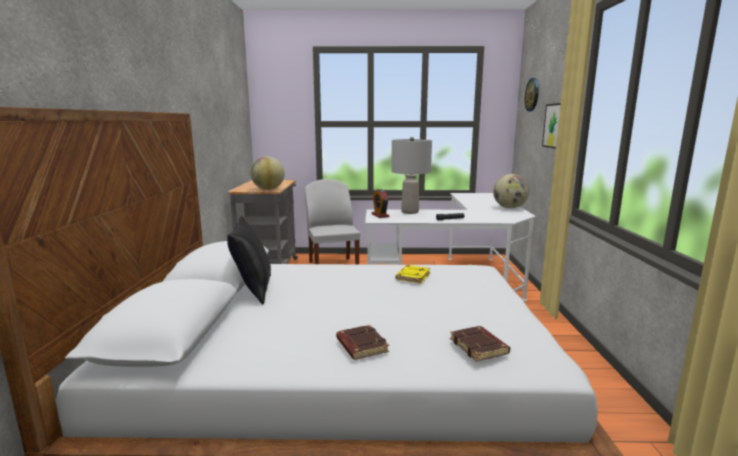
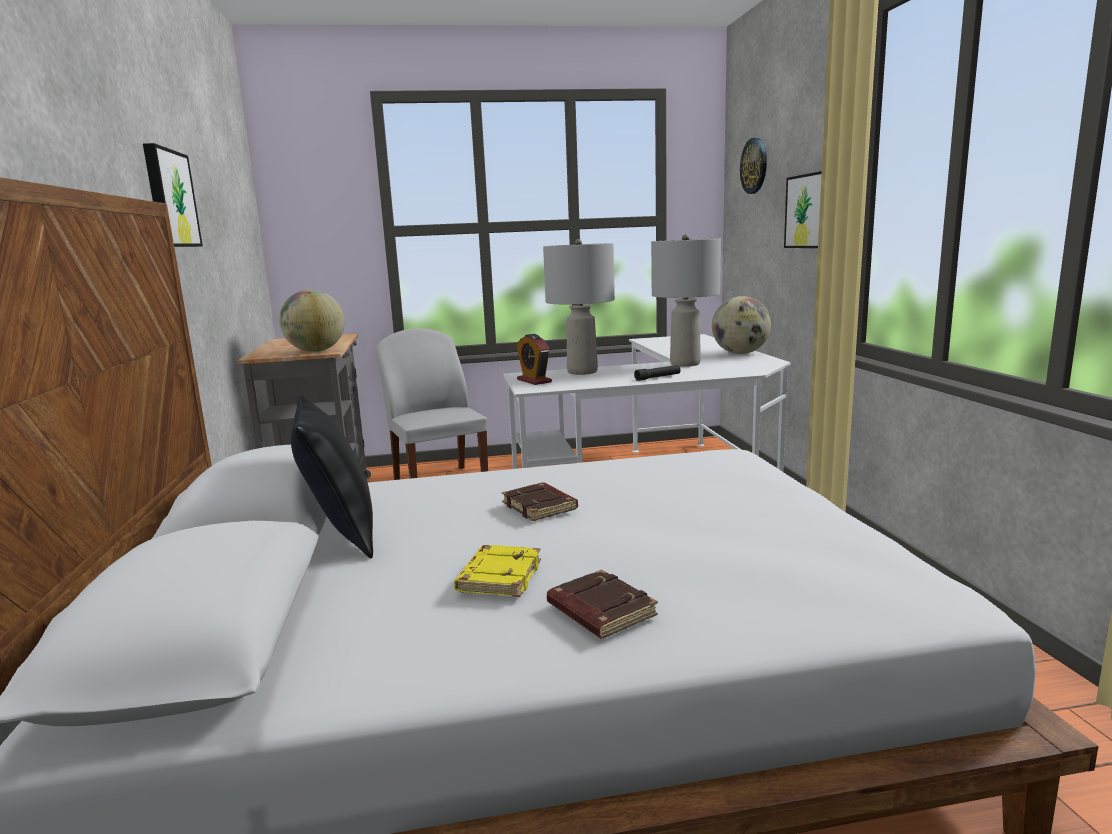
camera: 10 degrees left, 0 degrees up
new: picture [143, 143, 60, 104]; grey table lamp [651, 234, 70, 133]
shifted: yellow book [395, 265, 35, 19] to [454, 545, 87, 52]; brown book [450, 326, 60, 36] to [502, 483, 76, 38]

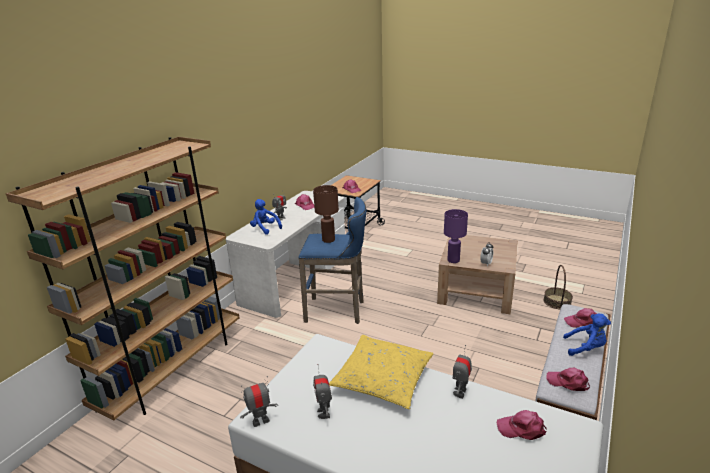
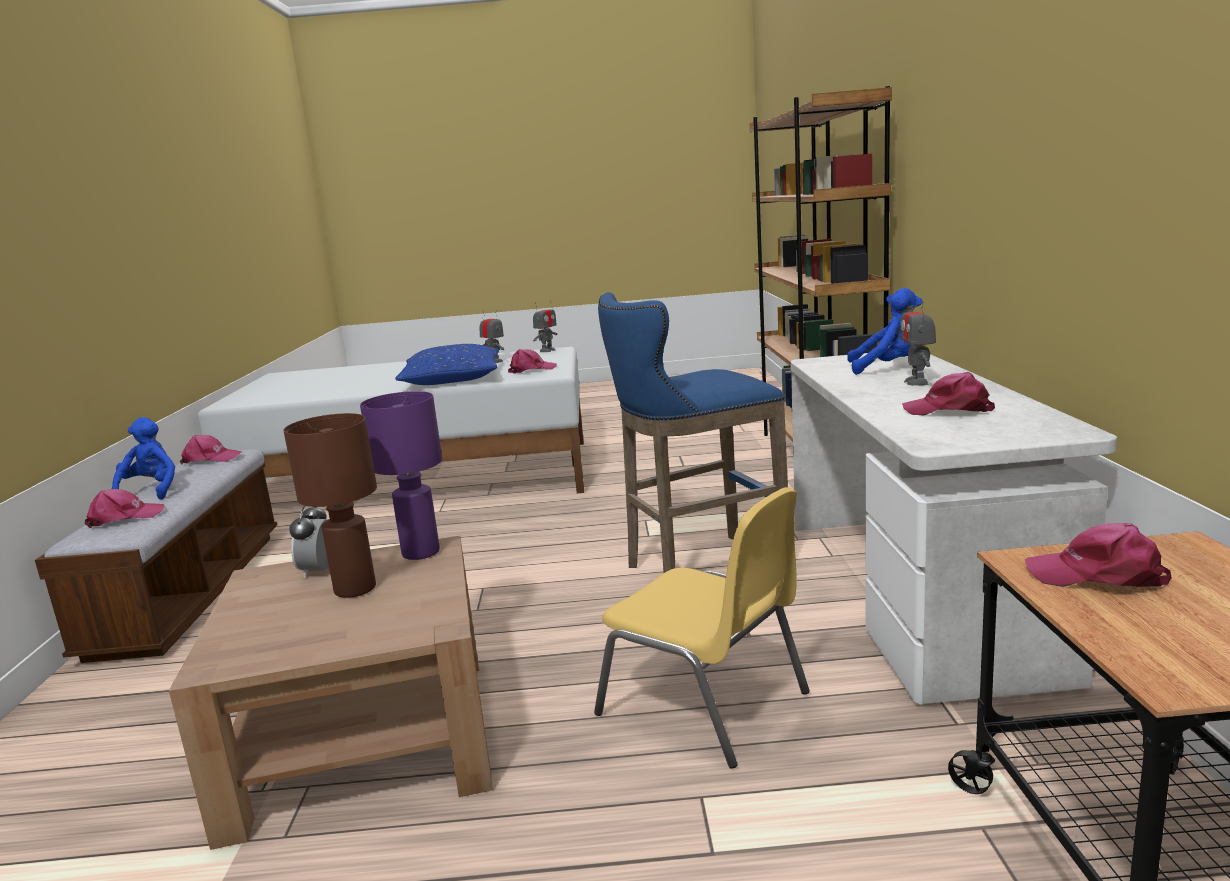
camera: 150 degrees right, 10 degrees down
gone: toy robot [453, 345, 19, 54]; basket [544, 265, 29, 44]
new: yellow chair [594, 487, 216, 282]
shifted: brown table lamp [313, 185, 26, 58] to [283, 413, 94, 185]; pink cap [496, 410, 51, 30] to [508, 349, 49, 25]
repainted: yellow pillow [329, 335, 104, 74] to blue pillow [395, 344, 104, 41]
rotated: blue plush toy [563, 314, 48, 42] = [112, 417, 63, 83] 105 degrees clockwise

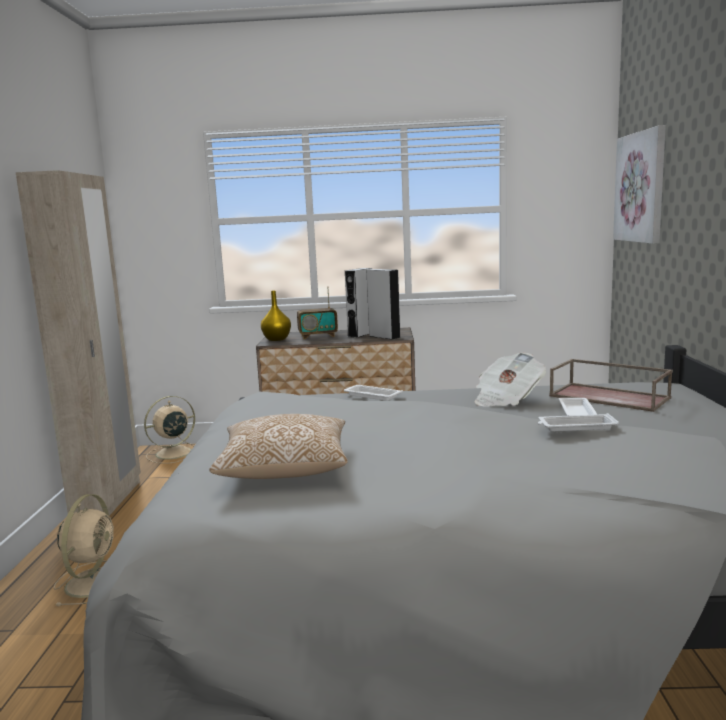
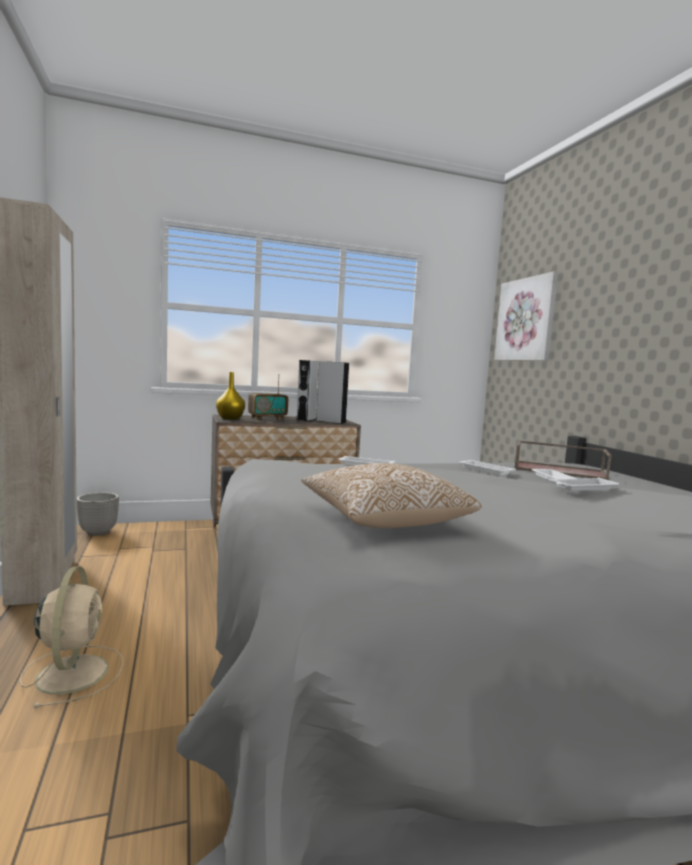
camera: 20 degrees left, 5 degrees down
swapped: beige fan [144, 396, 51, 68] to planter [77, 492, 42, 44]; newspaper [475, 352, 71, 54] to white tray [459, 460, 57, 15]

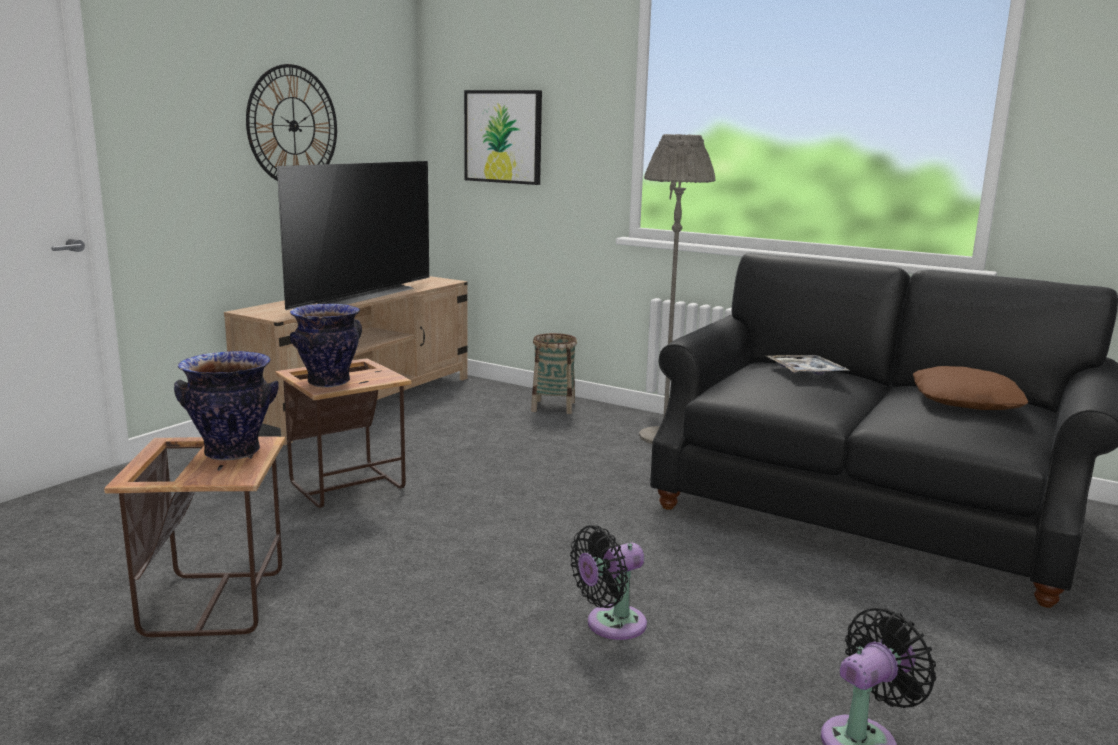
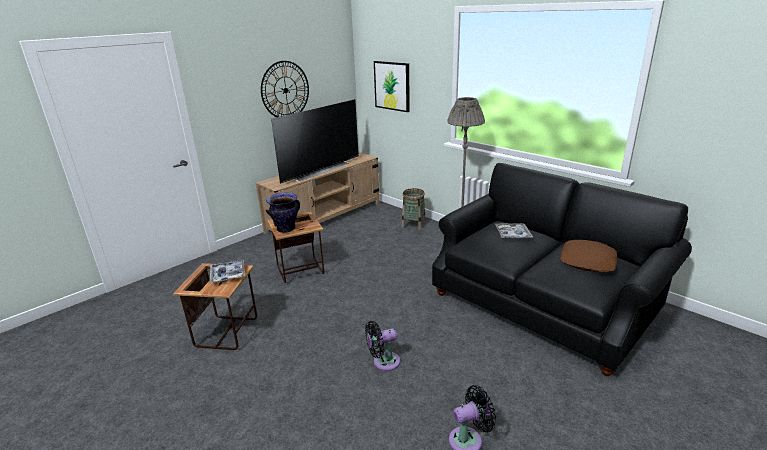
camera: 15 degrees right, 10 degrees up
swapped: vase [174, 351, 105, 109] to tray [210, 259, 35, 24]

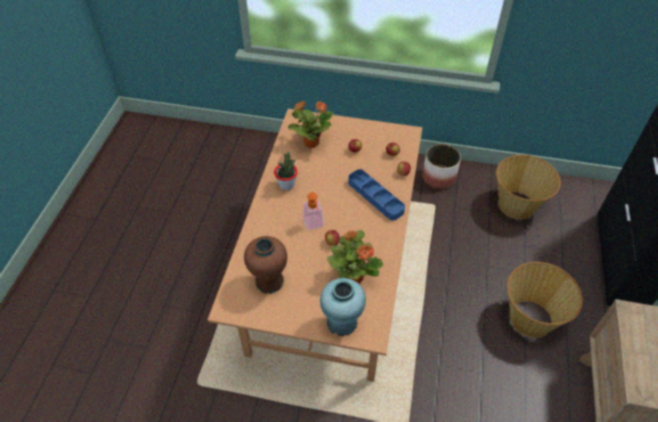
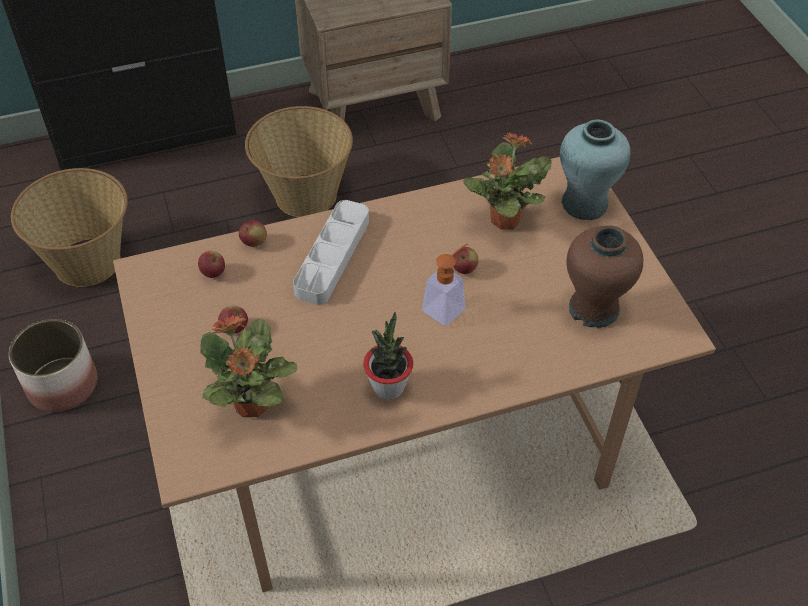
camera: 120 degrees left, 0 degrees up
repainted: blue tray [348, 169, 57, 52] to grey tray [293, 200, 76, 105]

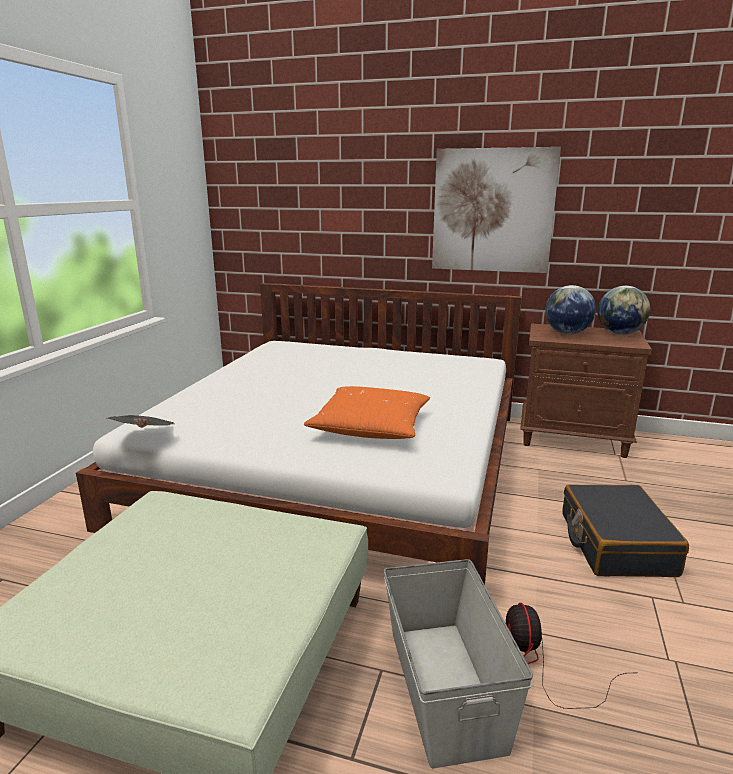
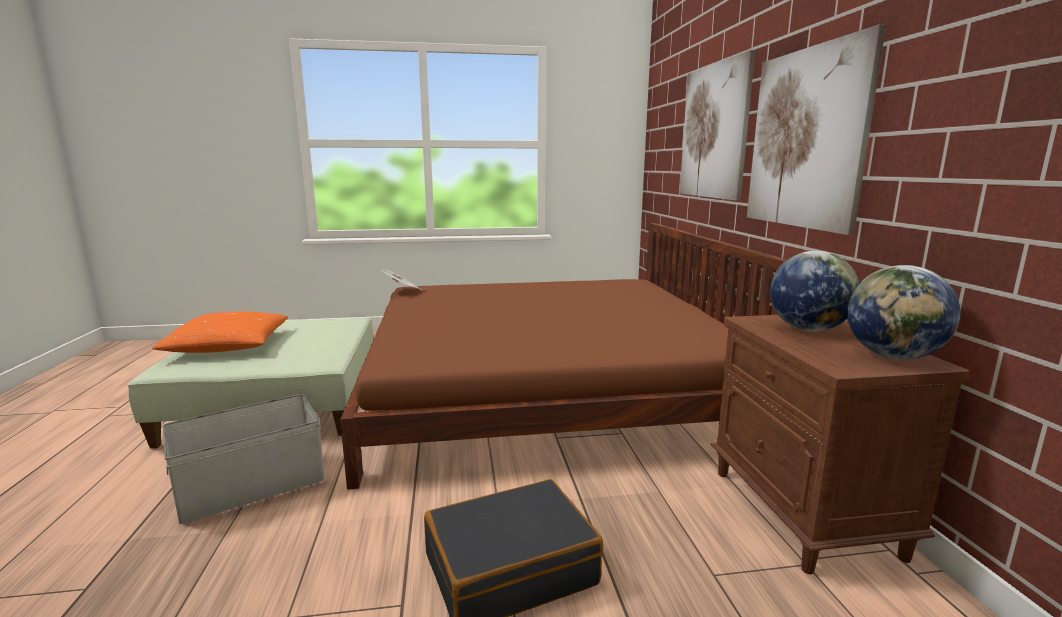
camera: 65 degrees right, 5 degrees down
gone: fan [506, 603, 132, 106]
new: picture [680, 50, 75, 151]
shifted: orange pillow [304, 386, 126, 53] to [152, 311, 136, 42]
repainted: white bed [76, 283, 446, 301] to brown bed [340, 223, 447, 267]

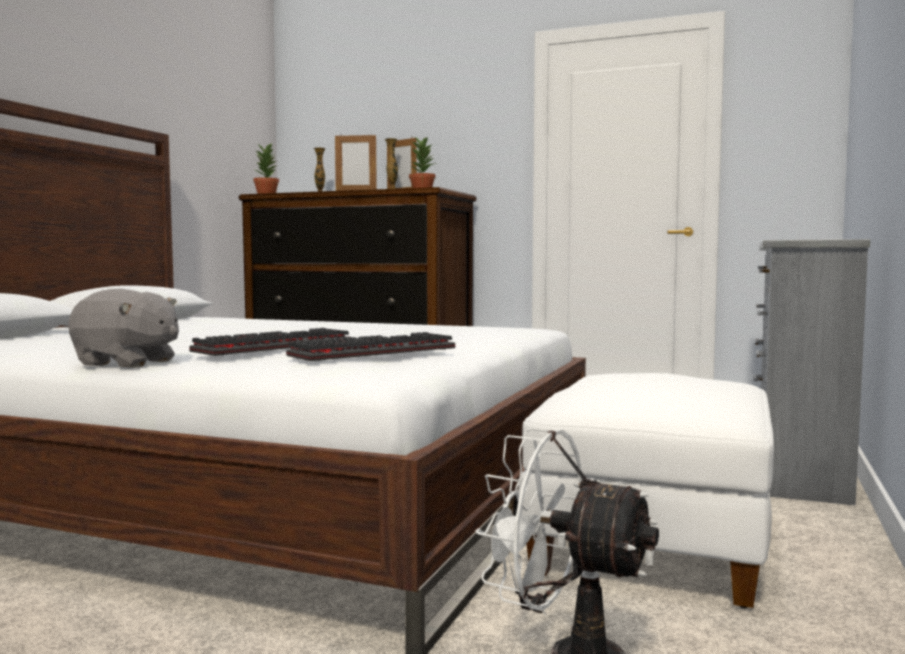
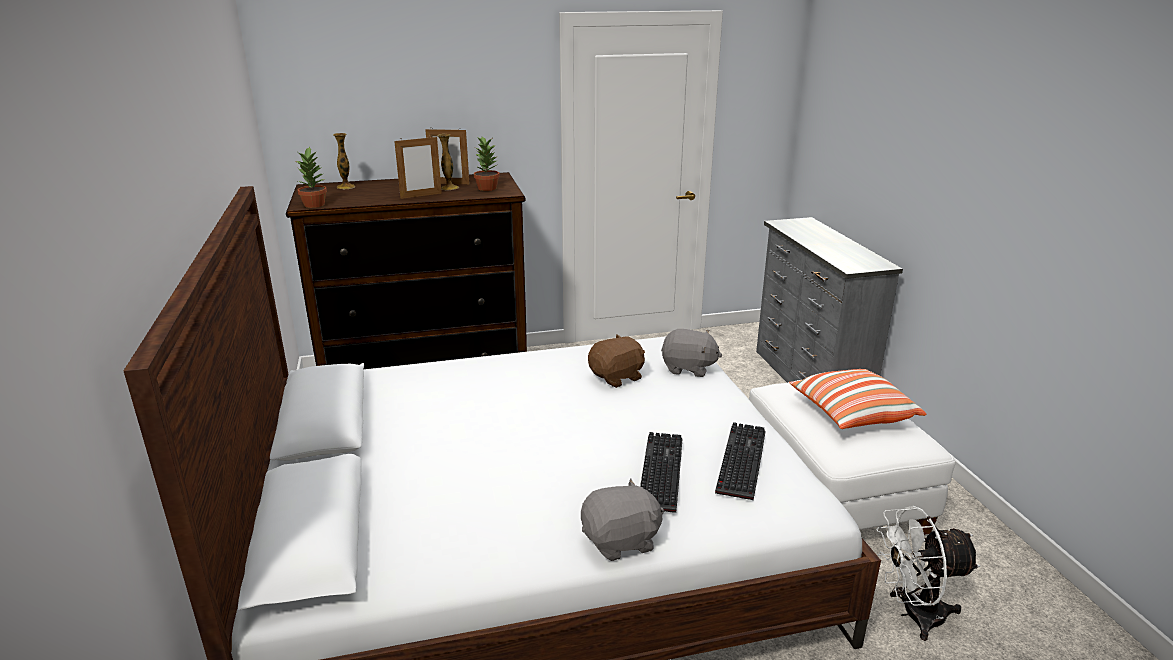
camera: 35 degrees left, 20 degrees up
new: brown plush toy [588, 334, 57, 54]; grey plush toy [661, 329, 61, 48]; pillow [789, 369, 138, 60]

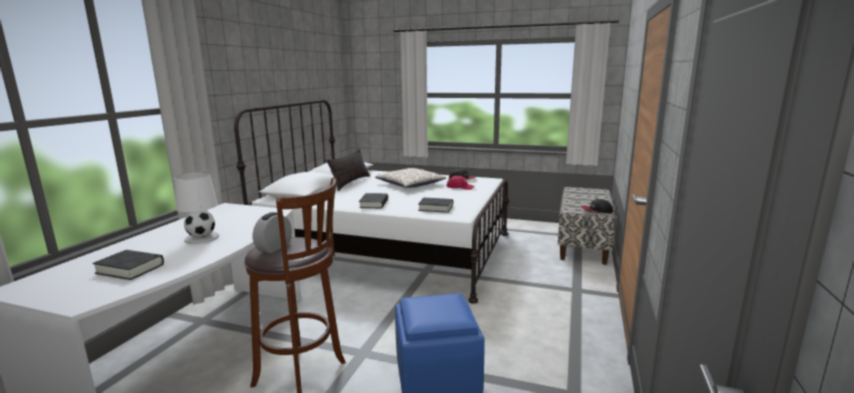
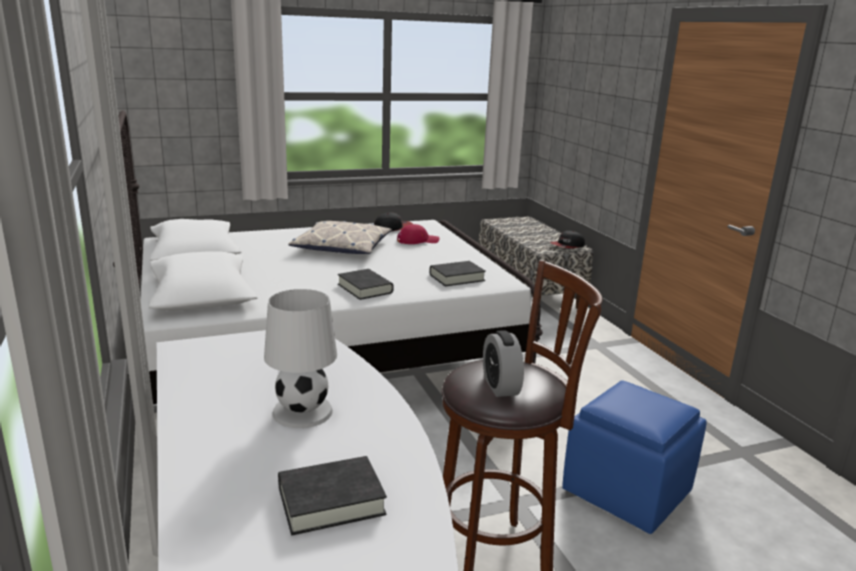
camera: 40 degrees left, 5 degrees up
gone: pillow [327, 149, 43, 42]

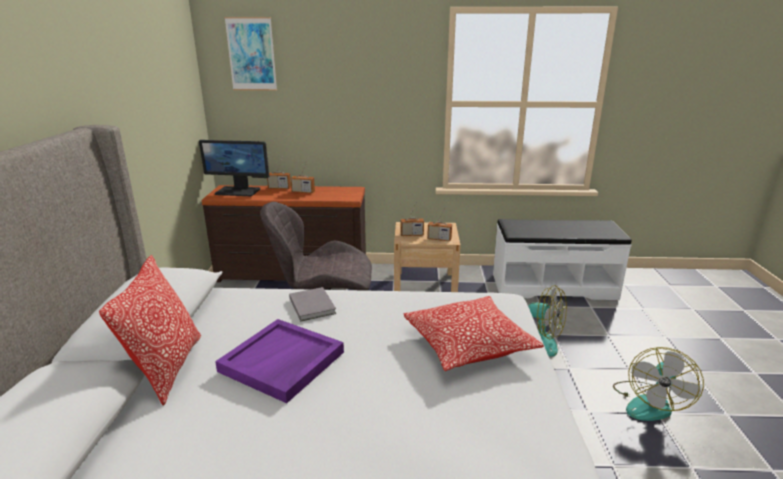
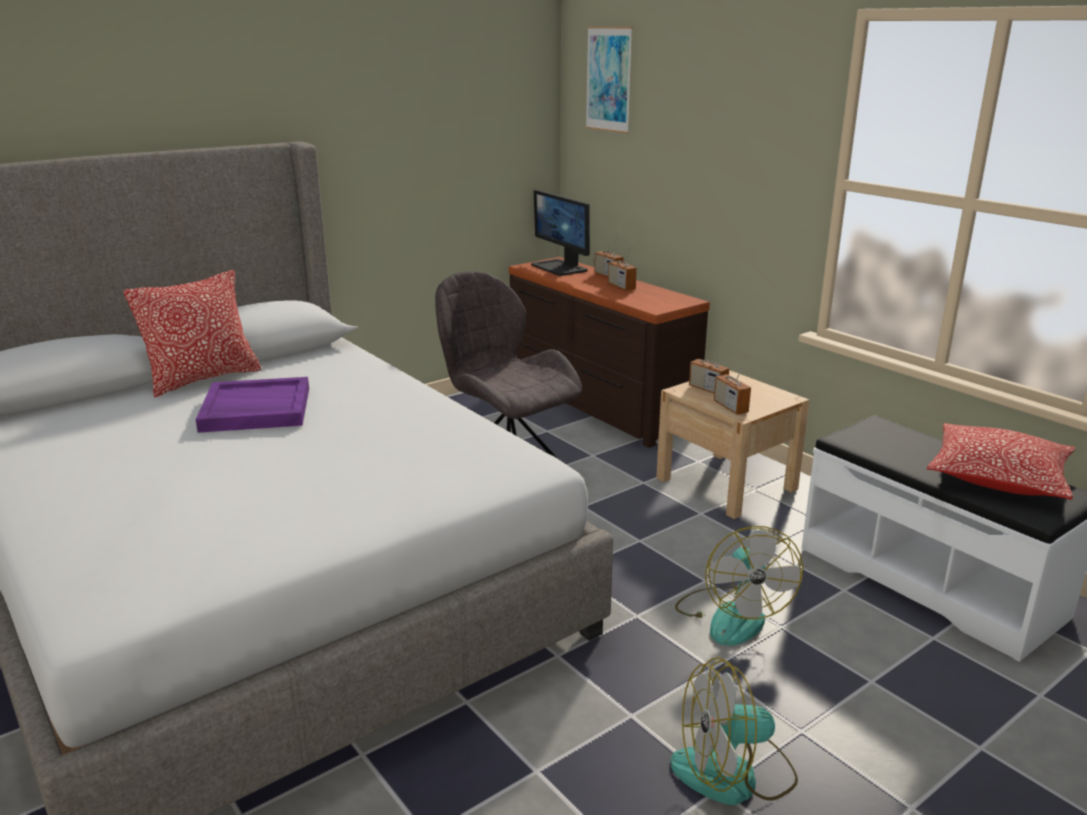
camera: 50 degrees right, 0 degrees up
gone: grey book [289, 287, 47, 35]
shifted: pillow [403, 296, 141, 75] to [927, 423, 148, 77]

